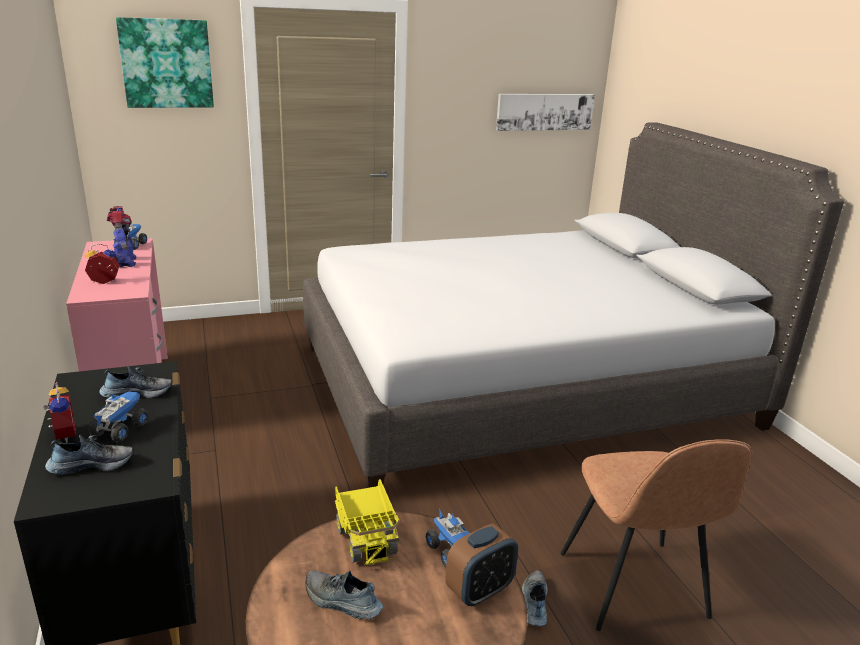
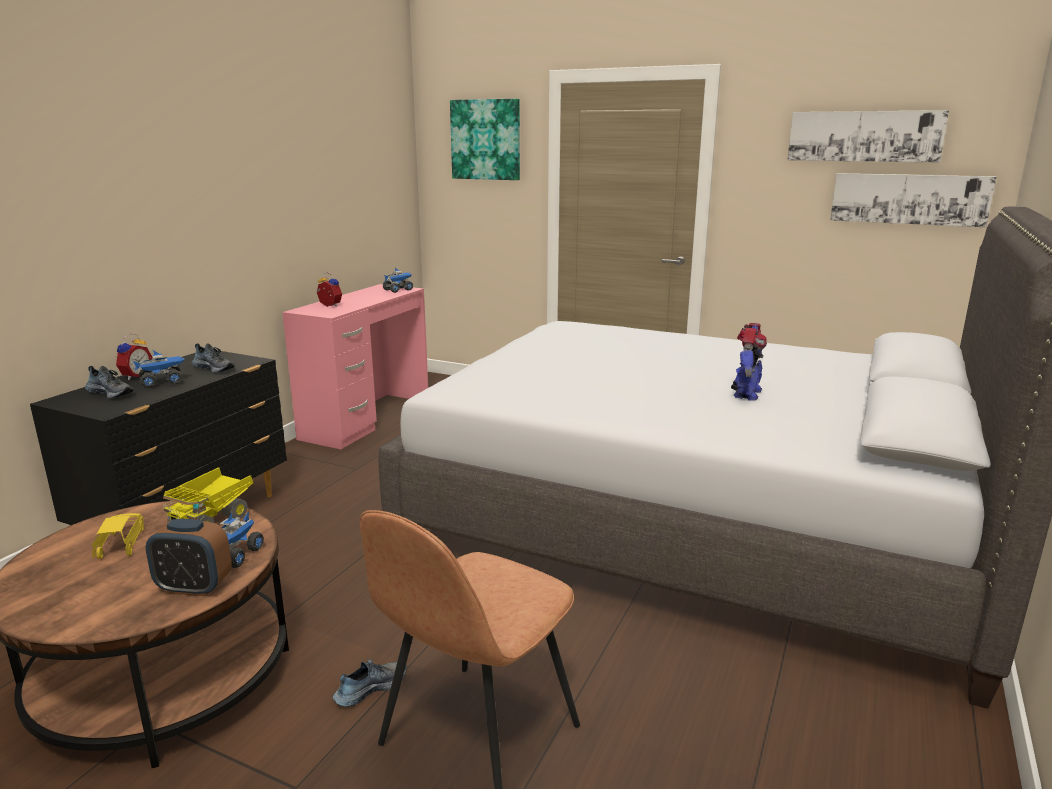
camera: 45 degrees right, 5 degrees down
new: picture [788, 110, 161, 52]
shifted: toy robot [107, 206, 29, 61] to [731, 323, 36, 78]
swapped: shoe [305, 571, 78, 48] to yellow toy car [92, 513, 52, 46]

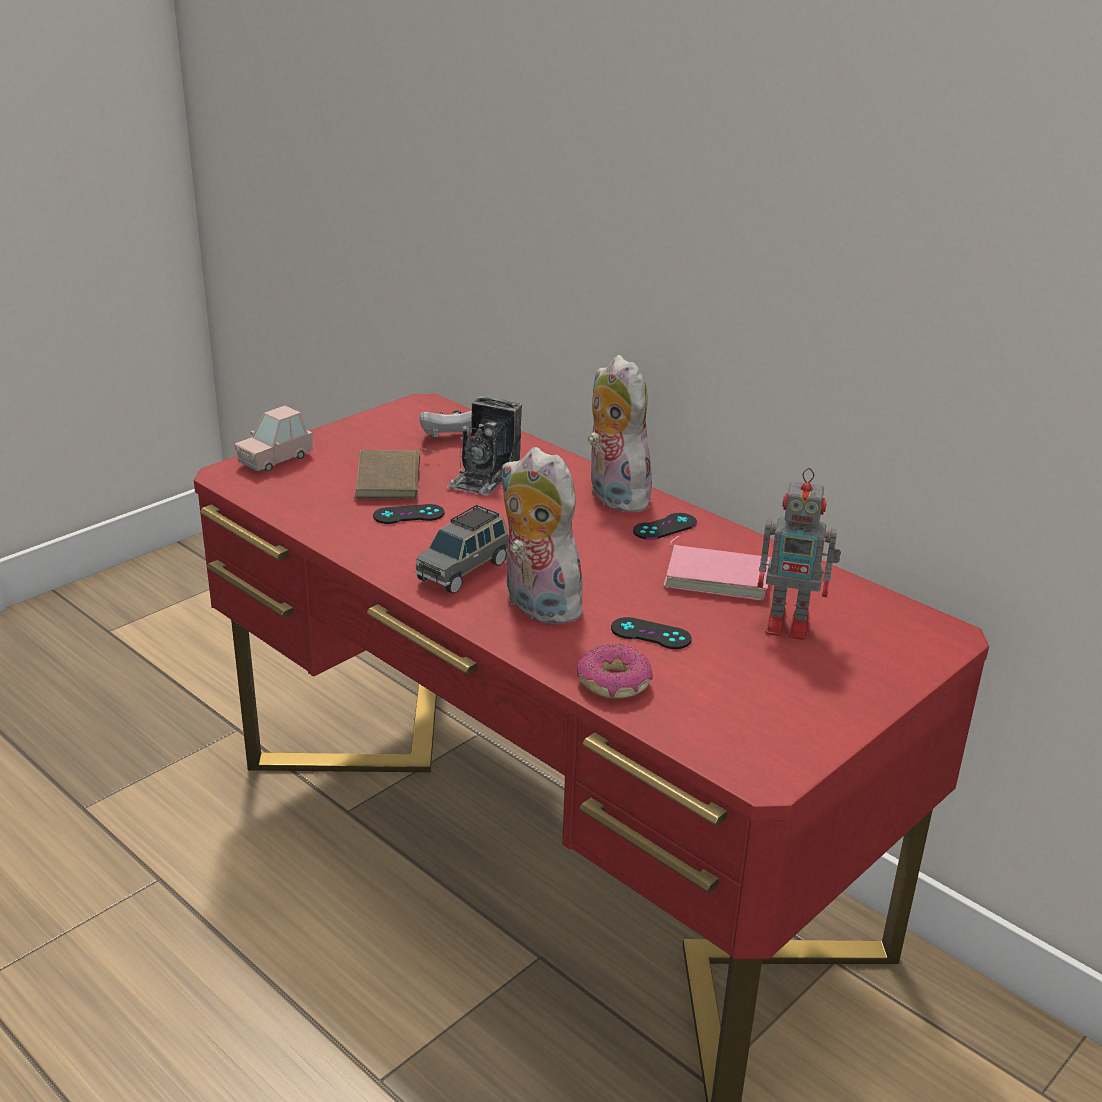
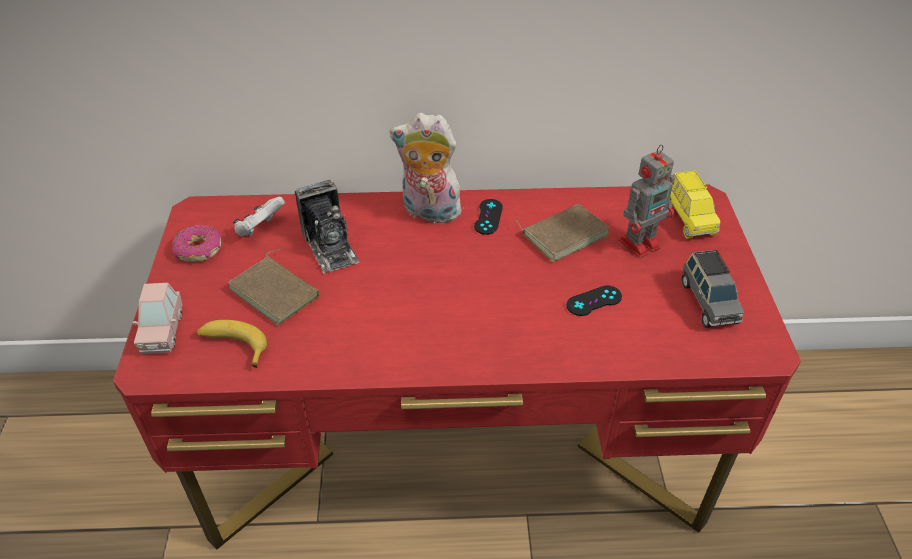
camera: 45 degrees left, 15 degrees up
gone: black game controller [373, 504, 72, 20]; plush toy [500, 447, 92, 178]
new: banana [196, 320, 71, 48]; yellow toy car [670, 170, 50, 69]
shifted: grey toy car [415, 505, 93, 89] to [682, 250, 62, 78]; donut [577, 644, 76, 55] to [172, 225, 49, 37]
repainted: pink book [663, 536, 108, 64] to brown book [514, 204, 96, 58]

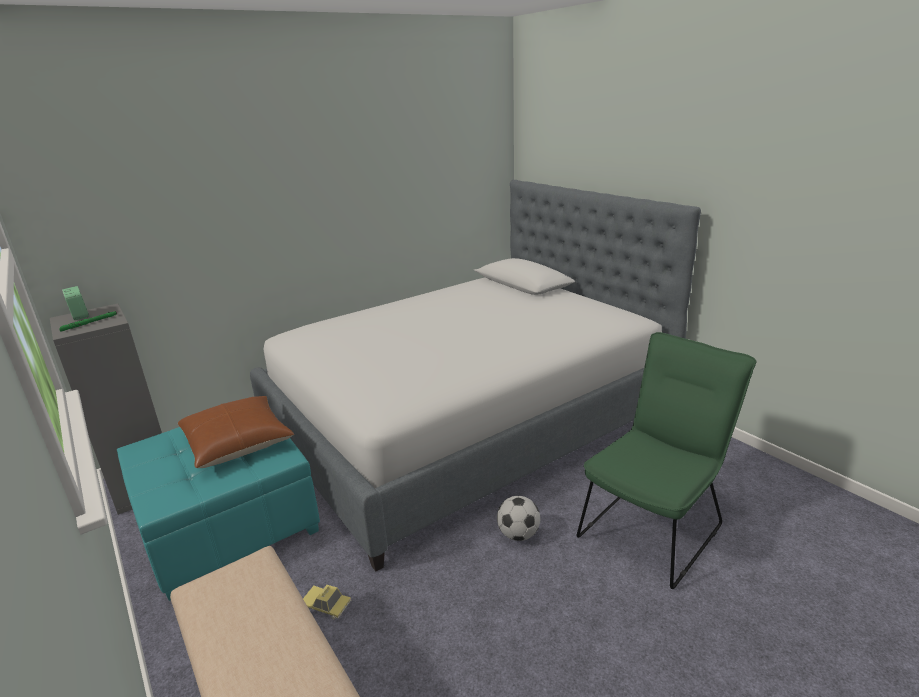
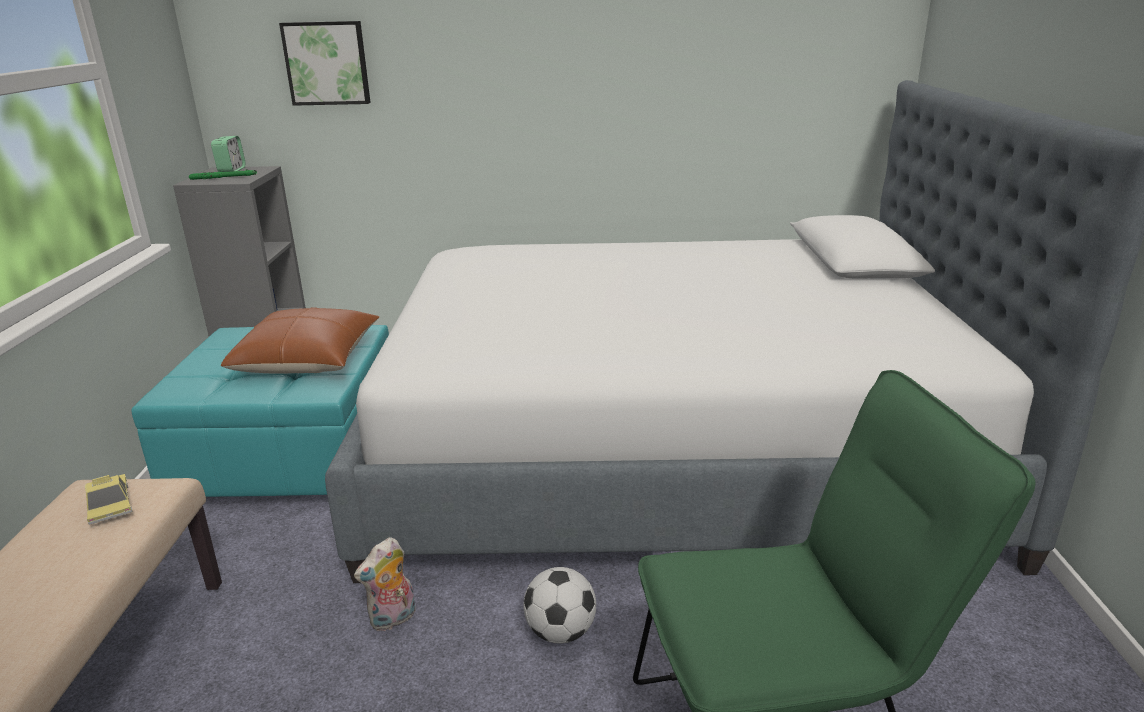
camera: 35 degrees right, 0 degrees up
new: picture [279, 21, 92, 85]; plush toy [354, 537, 61, 95]
shifted: toy car [303, 585, 48, 34] to [85, 474, 47, 51]

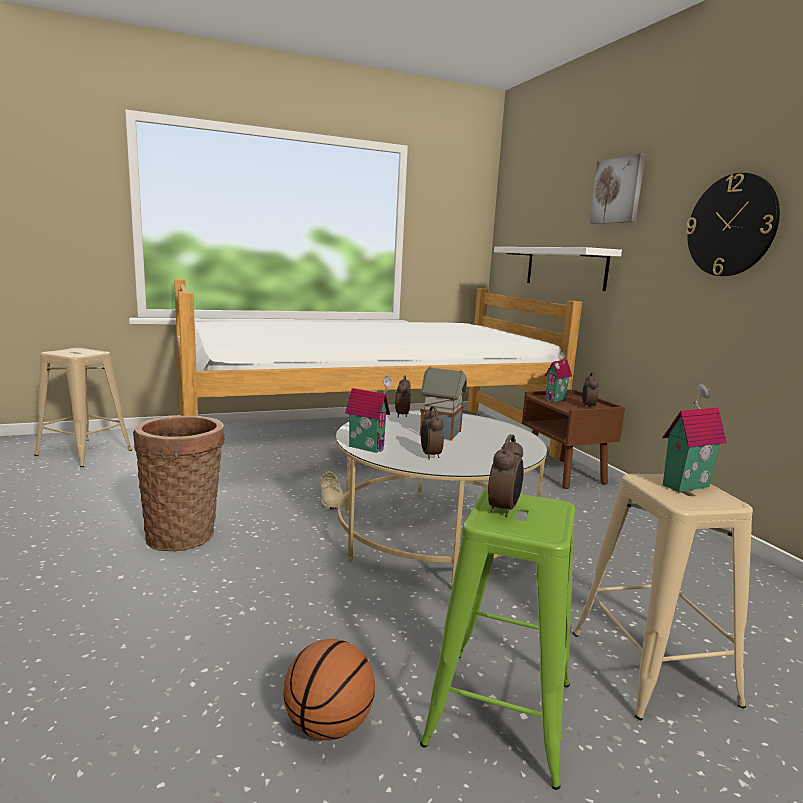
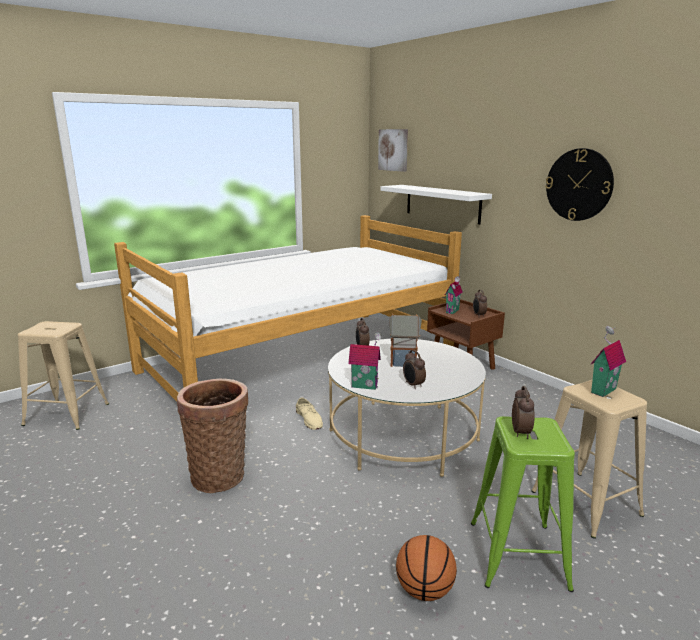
camera: 15 degrees left, 5 degrees up
shifted: picture [589, 154, 56, 70] to [378, 129, 30, 43]

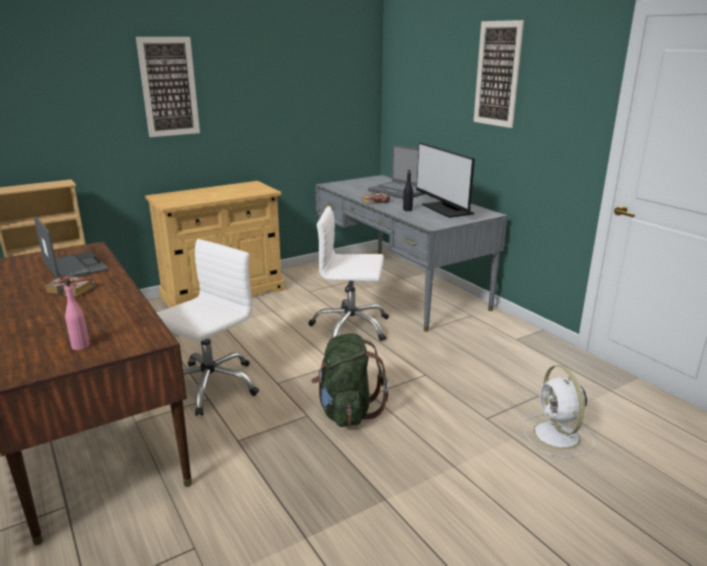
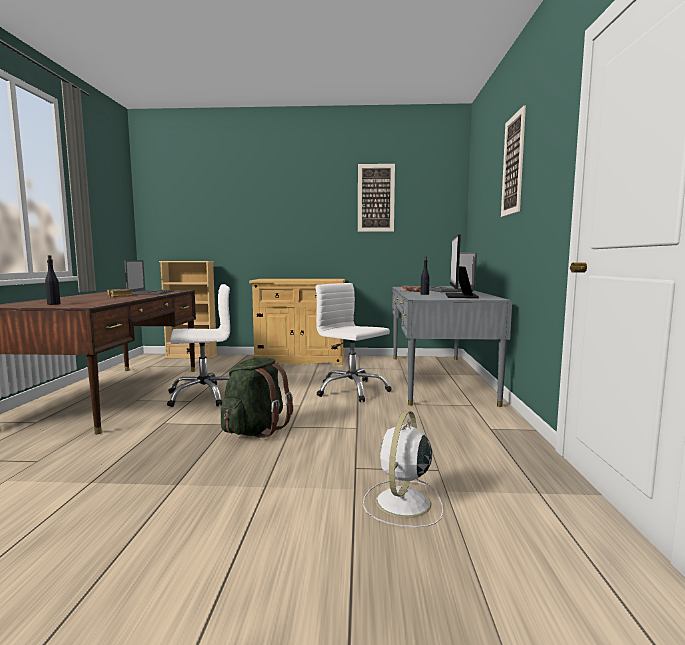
camera: 35 degrees right, 15 degrees down
shifted: picture [136, 37, 64, 100] to [358, 164, 37, 68]
repainted: pink bottle [64, 279, 26, 71] to black bottle [45, 255, 16, 50]

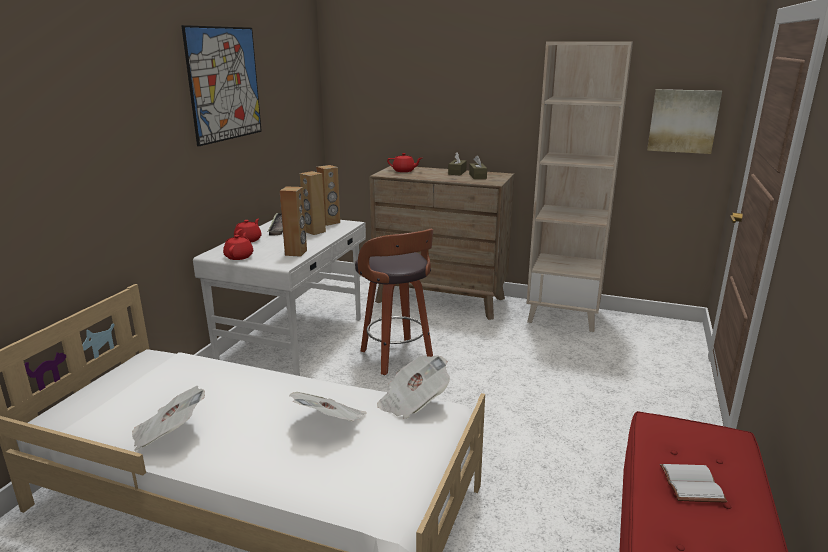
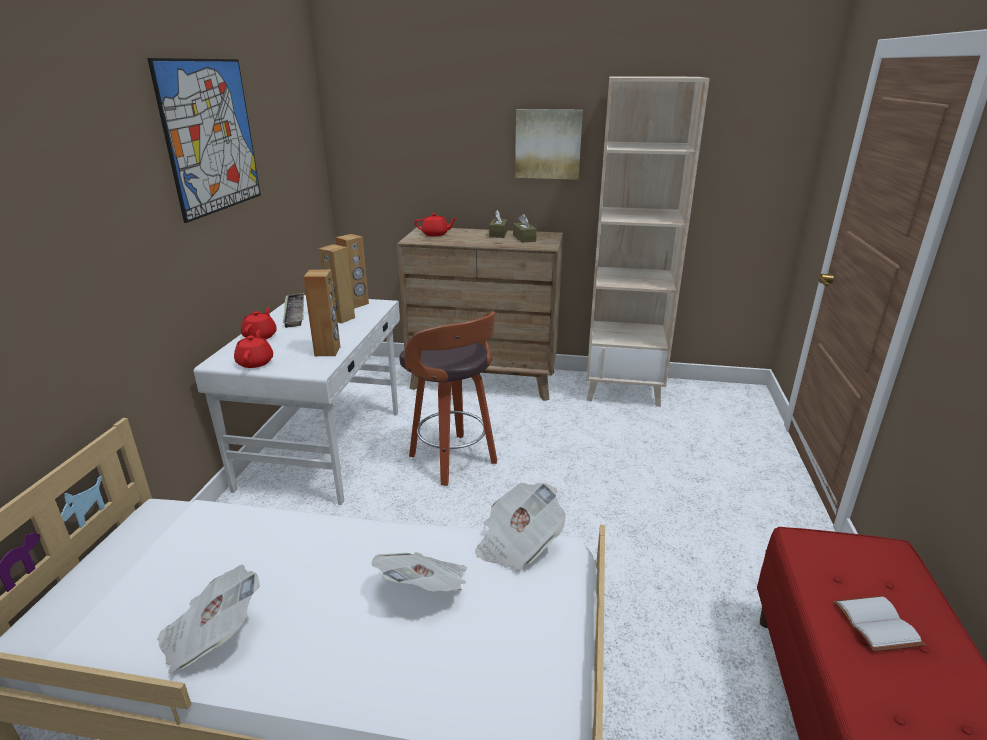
camera: 10 degrees left, 5 degrees up
shifted: picture [647, 89, 75, 65] to [515, 109, 68, 71]

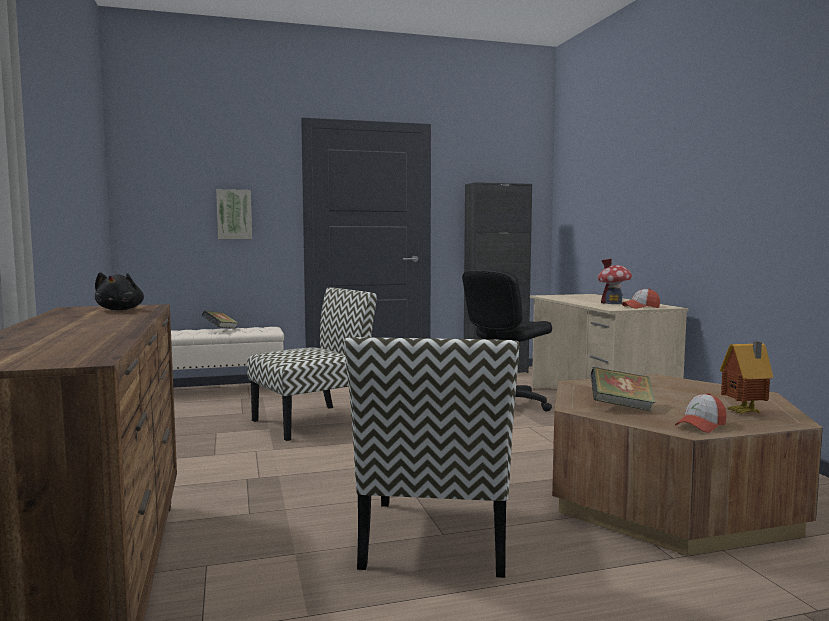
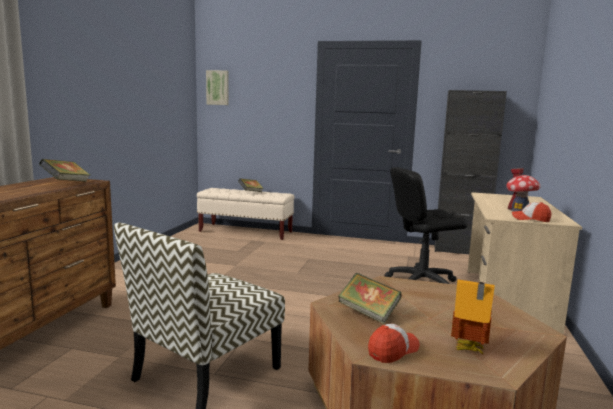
camera: 30 degrees right, 5 degrees up
gone: chair [247, 287, 130, 154]
shifted: picture [216, 189, 36, 50] to [206, 70, 23, 35]
swapped: black plush toy [95, 272, 49, 38] to book [39, 159, 51, 23]
rotated: cap [675, 393, 51, 40] = [368, 324, 52, 39] 150 degrees clockwise

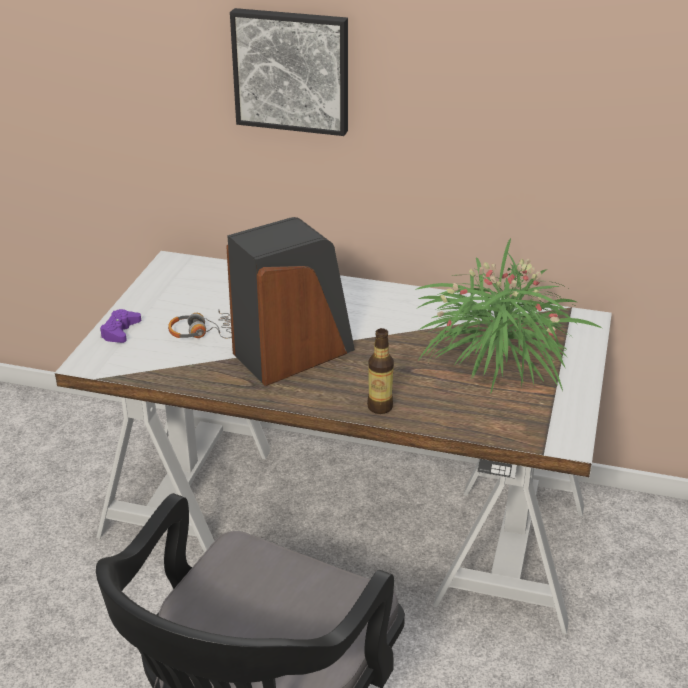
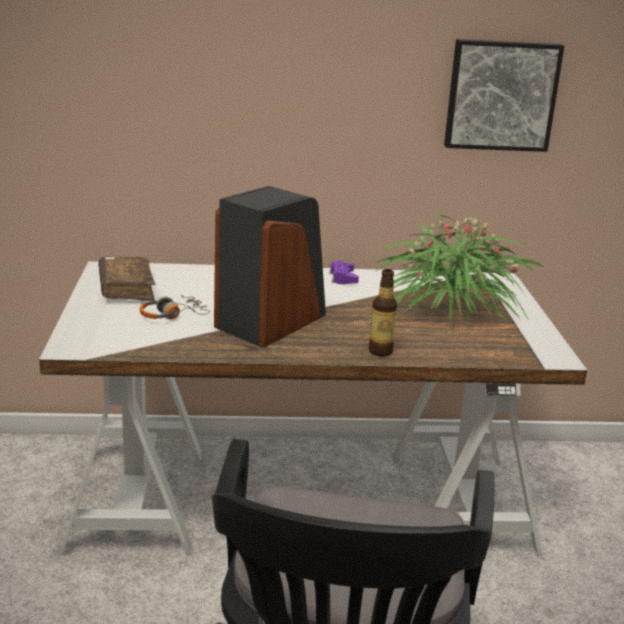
camera: 20 degrees left, 10 degrees down
new: brown book [98, 256, 57, 45]
shifted: purple game controller [100, 309, 41, 34] to [329, 261, 30, 23]; picture [230, 8, 118, 128] to [444, 39, 120, 113]

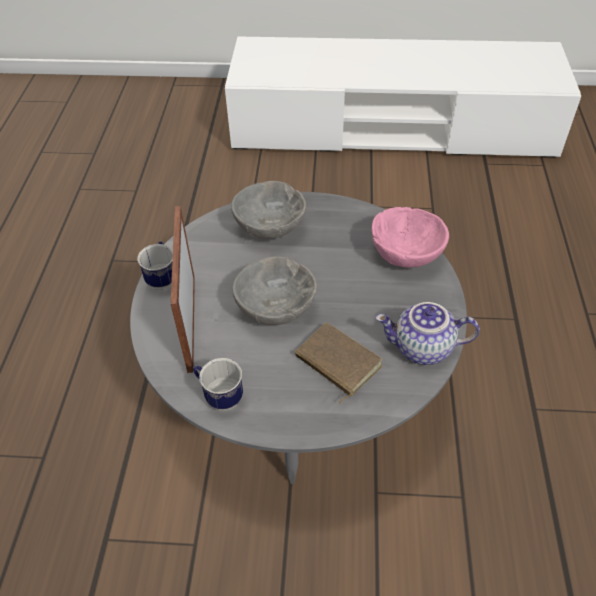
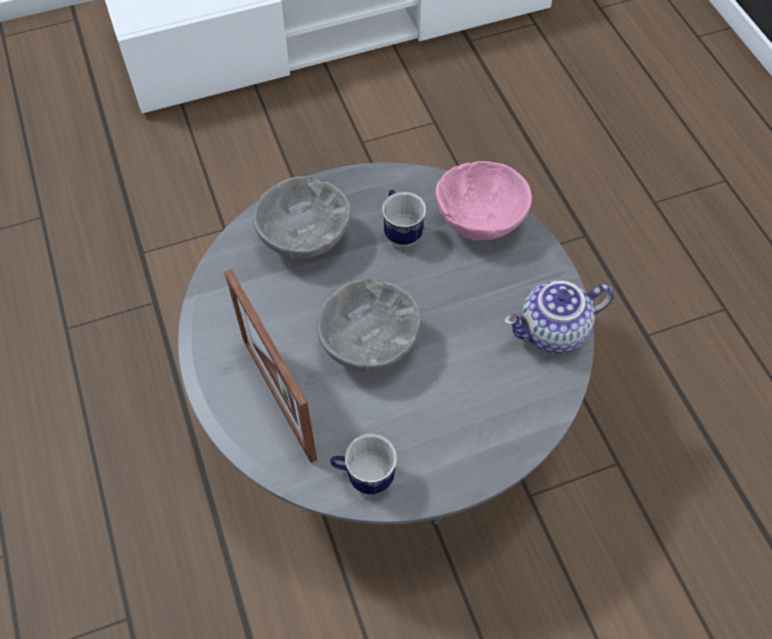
camera: 25 degrees left, 10 degrees up
gone: brown book [295, 322, 88, 82]
shifted: mug [137, 241, 36, 49] to [382, 189, 44, 58]

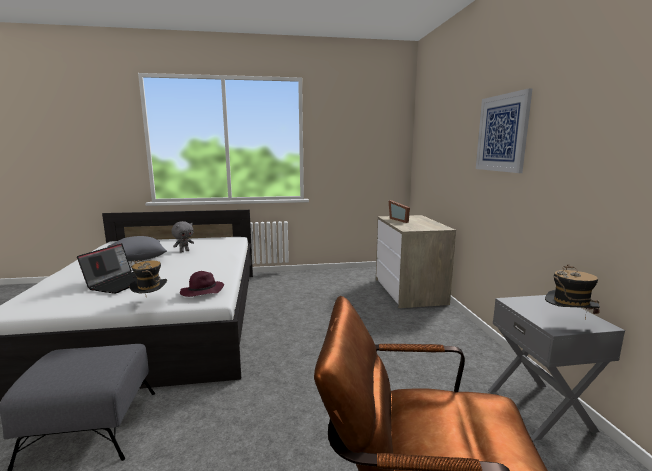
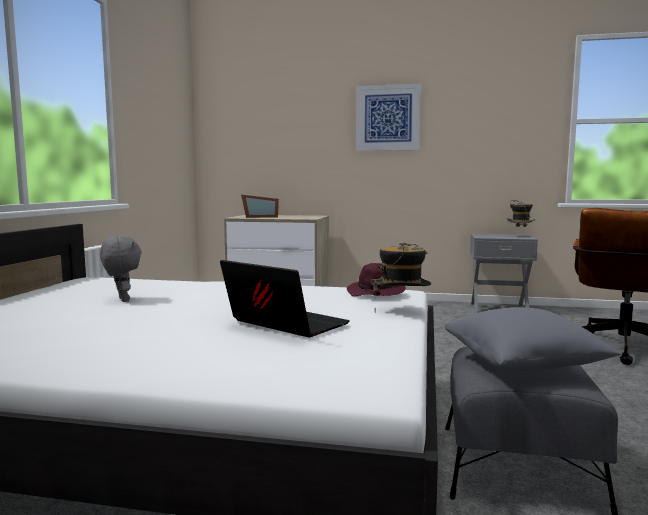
camera: 70 degrees left, 5 degrees down
shifted: grey pillow [107, 236, 60, 25] to [444, 307, 177, 64]

